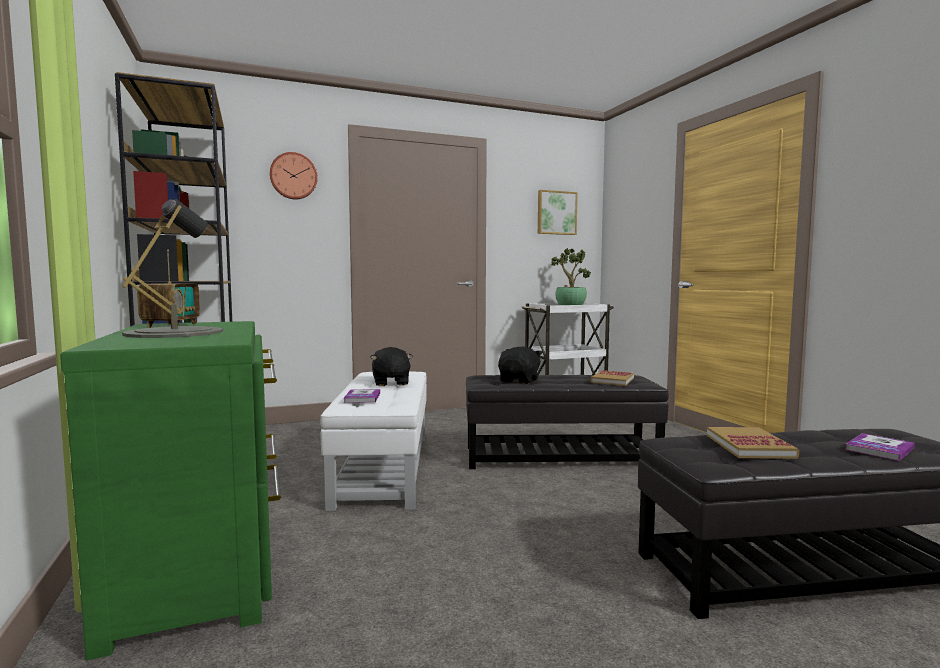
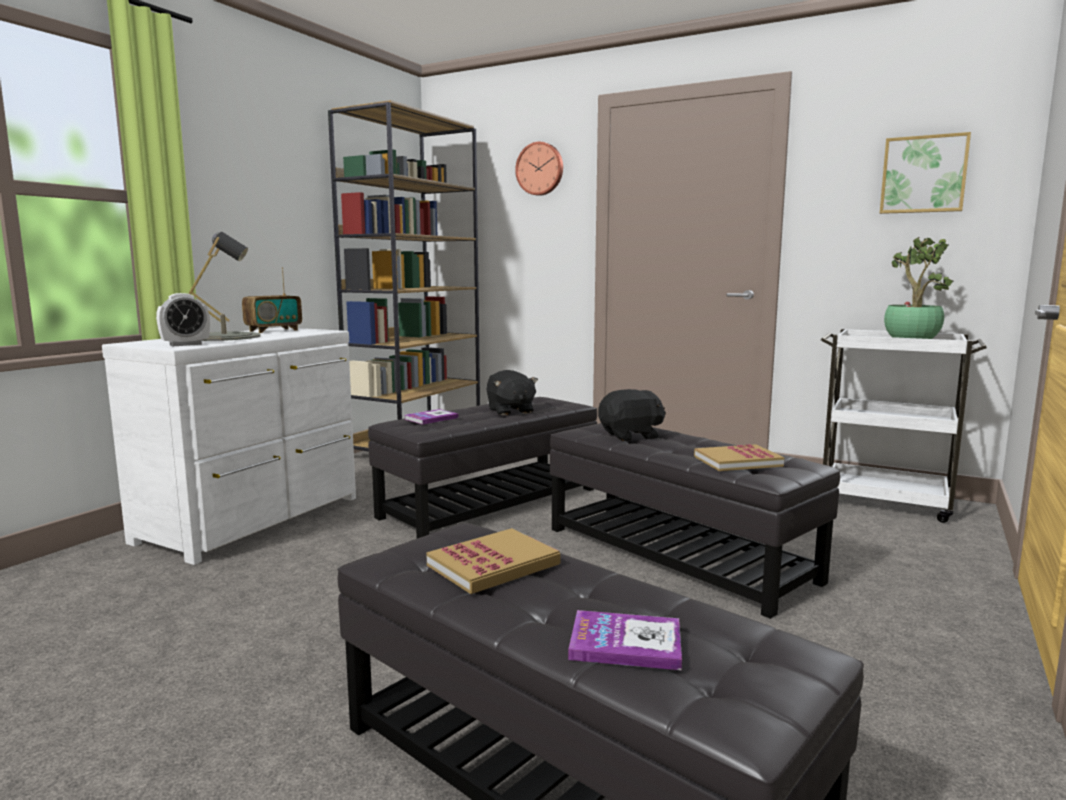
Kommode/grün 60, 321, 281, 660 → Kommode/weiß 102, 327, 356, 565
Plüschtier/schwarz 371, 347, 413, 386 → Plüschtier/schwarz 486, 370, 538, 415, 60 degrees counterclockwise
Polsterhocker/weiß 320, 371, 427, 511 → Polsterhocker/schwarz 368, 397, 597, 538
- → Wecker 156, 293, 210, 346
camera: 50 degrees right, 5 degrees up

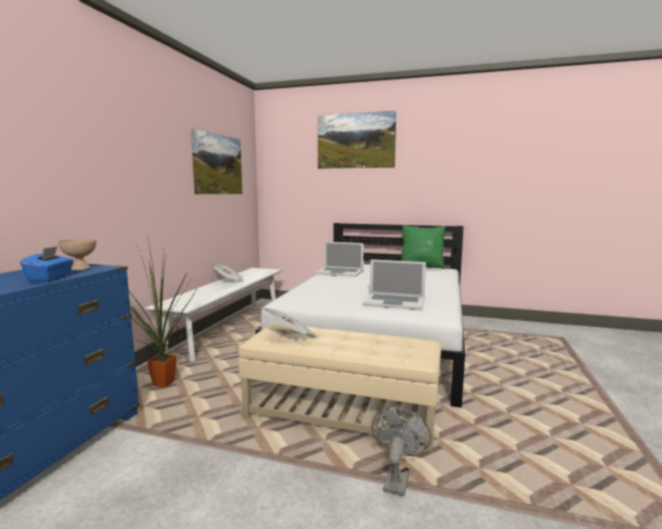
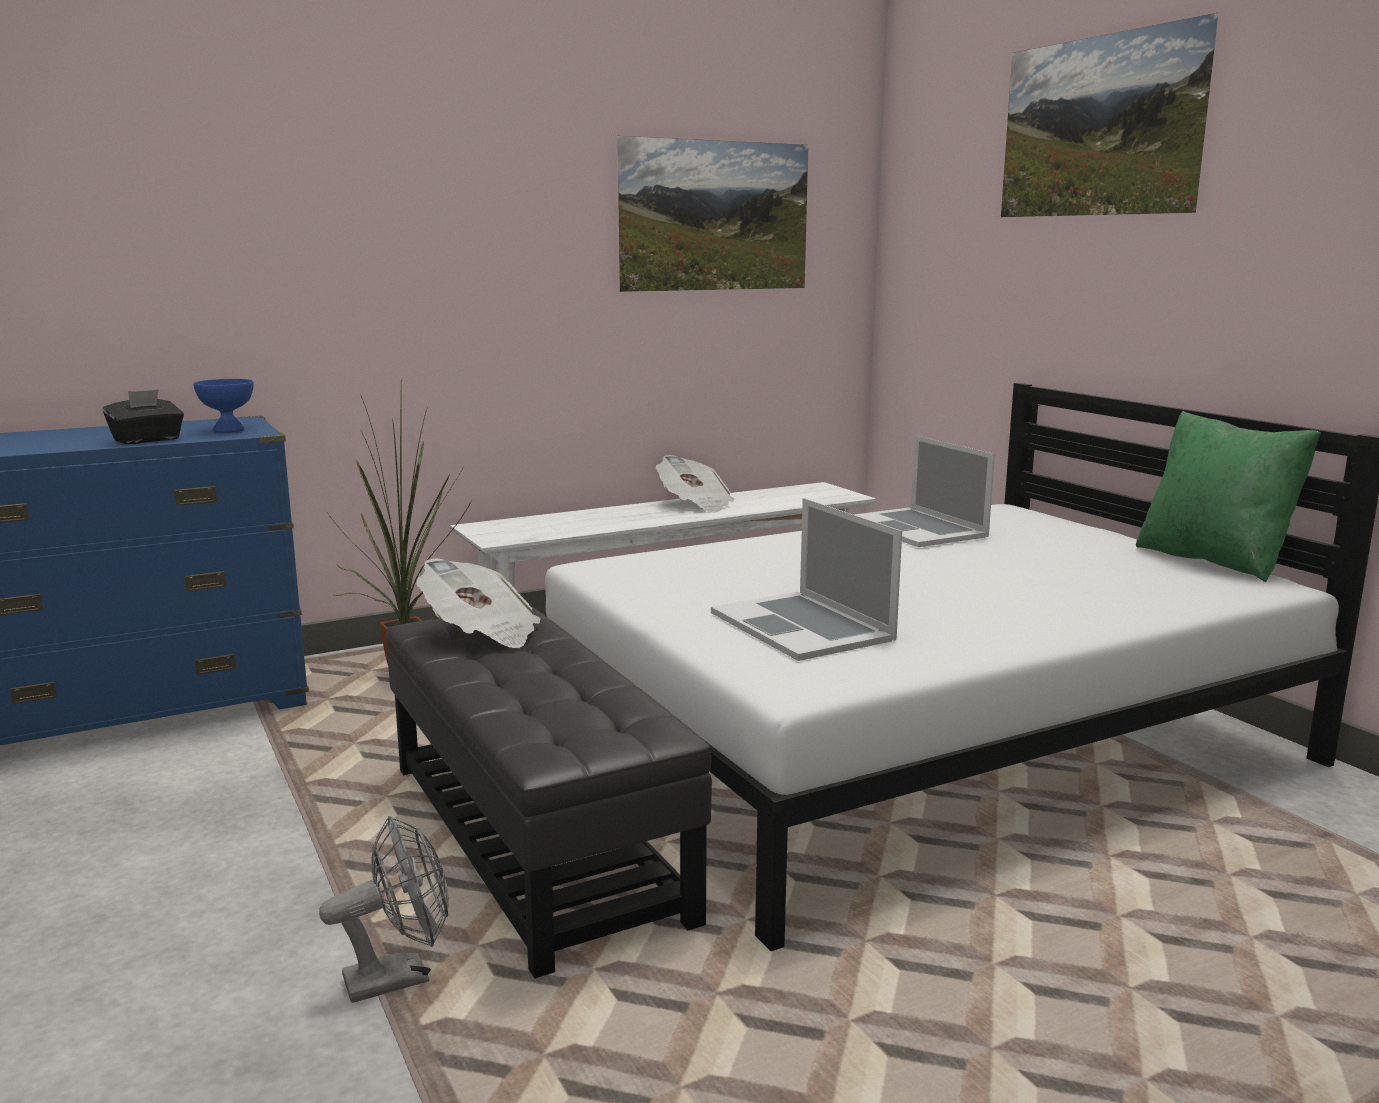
Schüssel/beige 58, 239, 97, 270 → Schüssel/blau 193, 379, 254, 433
Taschentuchbox/blau 20, 246, 74, 282 → Taschentuchbox/schwarz 103, 389, 184, 444
Polsterhocker/beige 238, 324, 441, 451 → Polsterhocker/schwarz 386, 607, 712, 979
camera: 45 degrees right, 5 degrees up

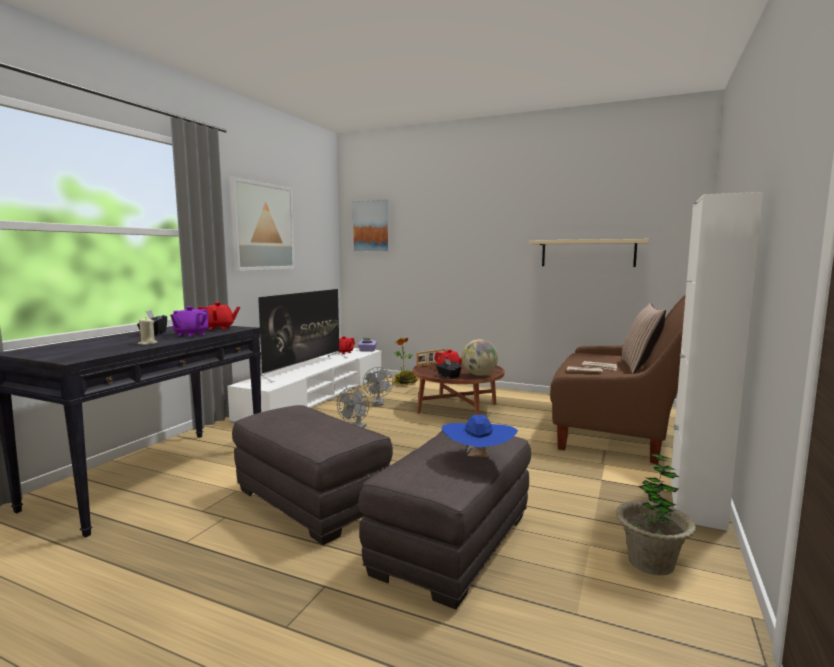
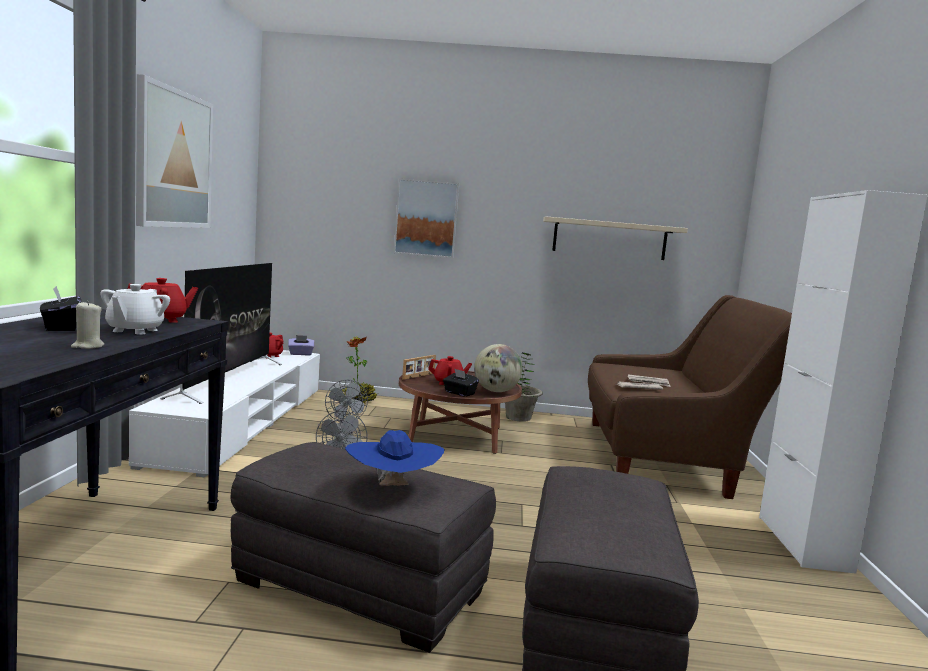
Bild 352, 199, 390, 252 → Bild 394, 179, 459, 258, relocated
Kissen 622, 303, 666, 374 → -
Teekanne/lila 170, 306, 209, 337 → Teekanne/weiß 100, 284, 170, 335
Hut/blau 441, 415, 518, 457 → Hut/blau 345, 430, 445, 486, relocated
Topfpflanze 616, 454, 696, 575 → Topfpflanze 505, 353, 543, 422, relocated
camera: 20 degrees left, 0 degrees up

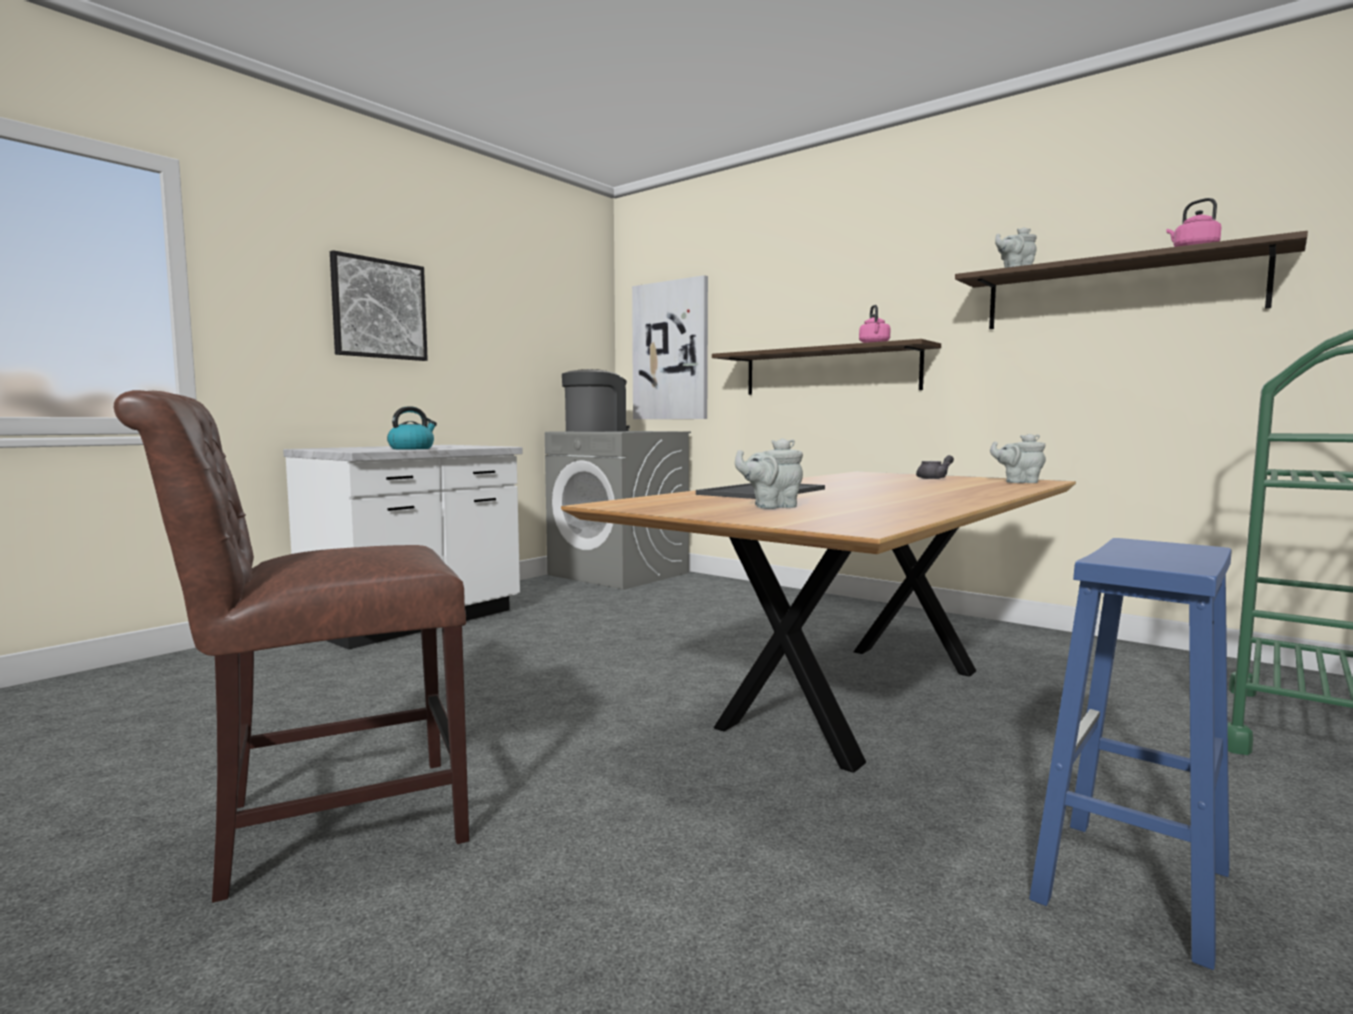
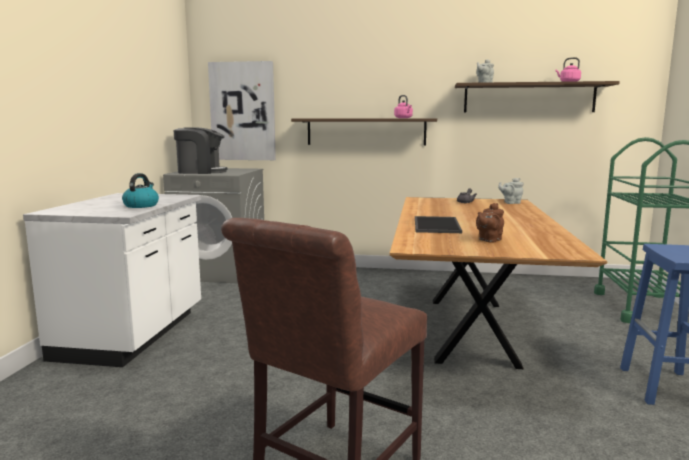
Bild 330, 250, 428, 361 → -
Kaffeemaschine 562, 369, 630, 432 → Kaffeemaschine 174, 128, 228, 174, 75 degrees clockwise
Teekanne/grau 735, 438, 803, 509 → Teekanne/braun 476, 203, 504, 243
camera: 30 degrees left, 5 degrees up

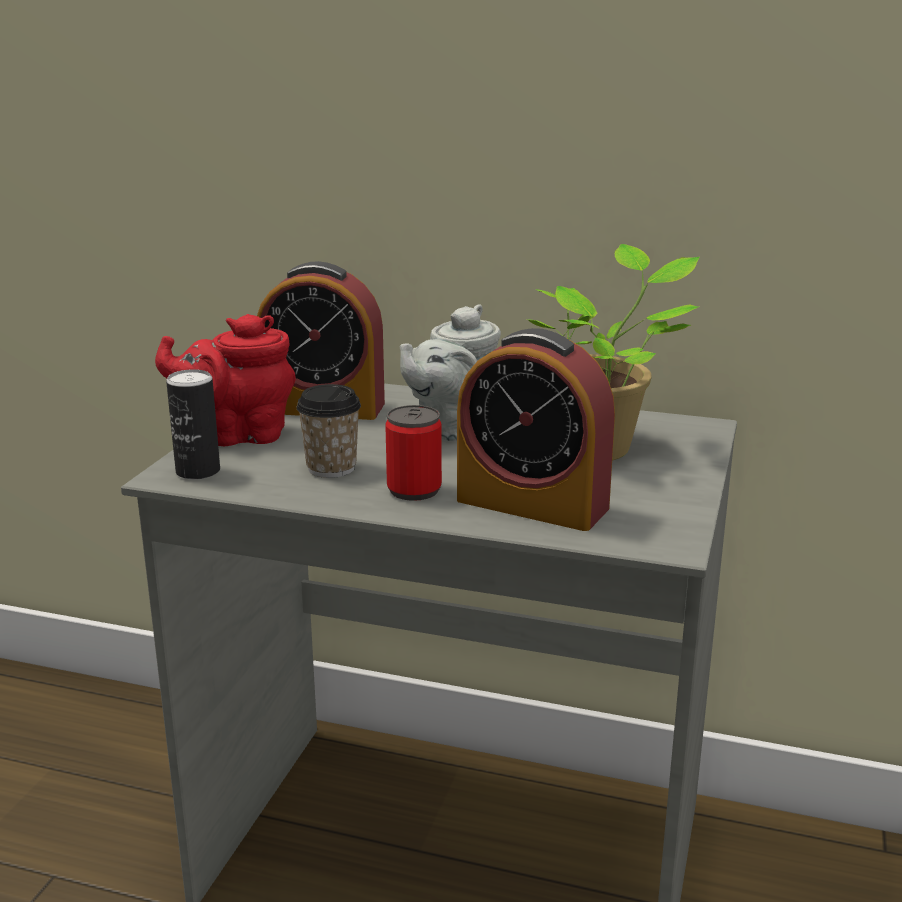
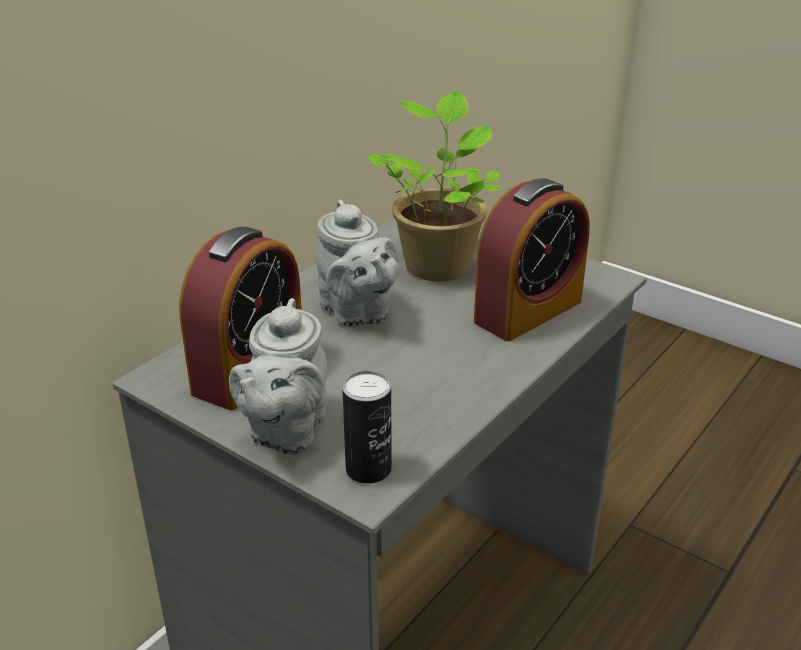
Teekanne/rot 155, 314, 296, 446 → Teekanne/grau 229, 298, 327, 455
Tasse 296, 384, 361, 478 → -
Dose 385, 405, 442, 501 → -
camera: 70 degrees left, 10 degrees up

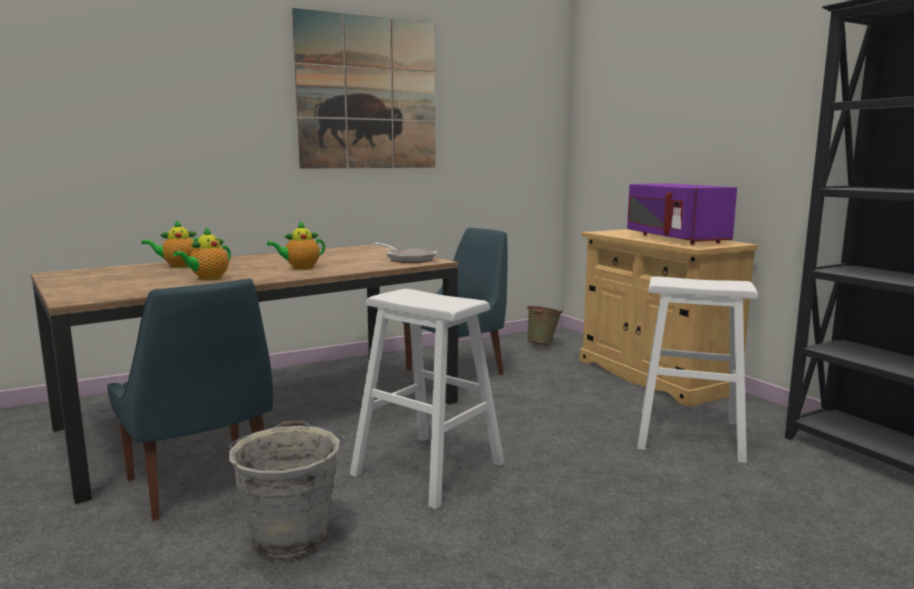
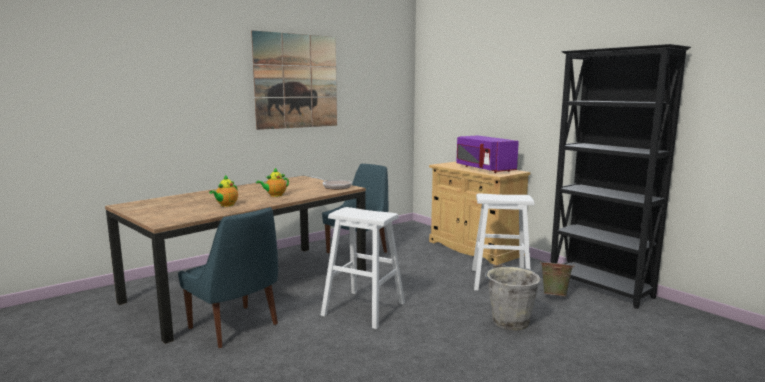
Teekanne 142, 220, 199, 268 → -
Eimer/grün 526, 305, 563, 346 → Eimer/grün 540, 261, 574, 297, relocated
Eimer/grau 229, 421, 346, 562 → Eimer/grau 485, 265, 541, 331, relocated
camera: 10 degrees left, 0 degrees up

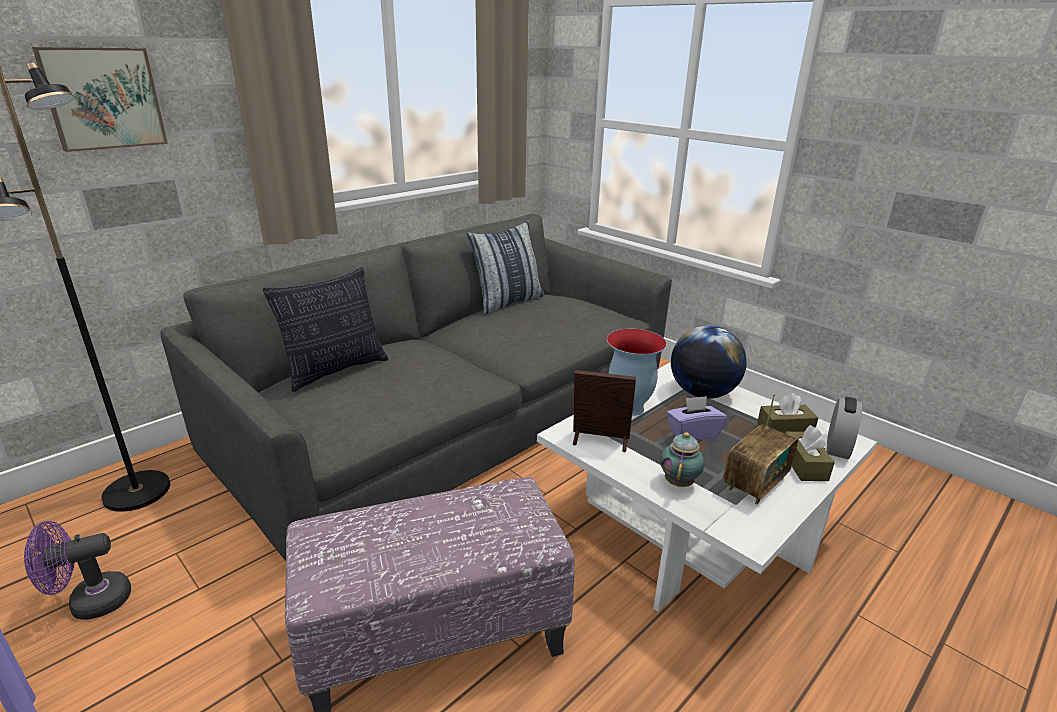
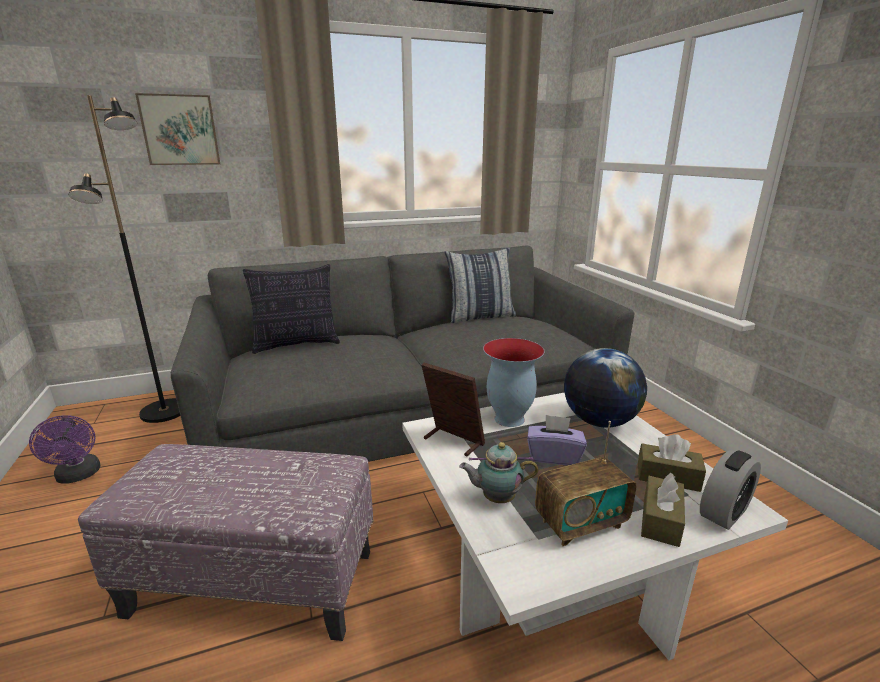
Teekanne 660, 431, 704, 487 → Teekanne 459, 442, 538, 503, 135 degrees counterclockwise
Ventilator/lila 24, 521, 131, 620 → Ventilator/lila 29, 415, 100, 484, 120 degrees counterclockwise
camera: 25 degrees right, 5 degrees down

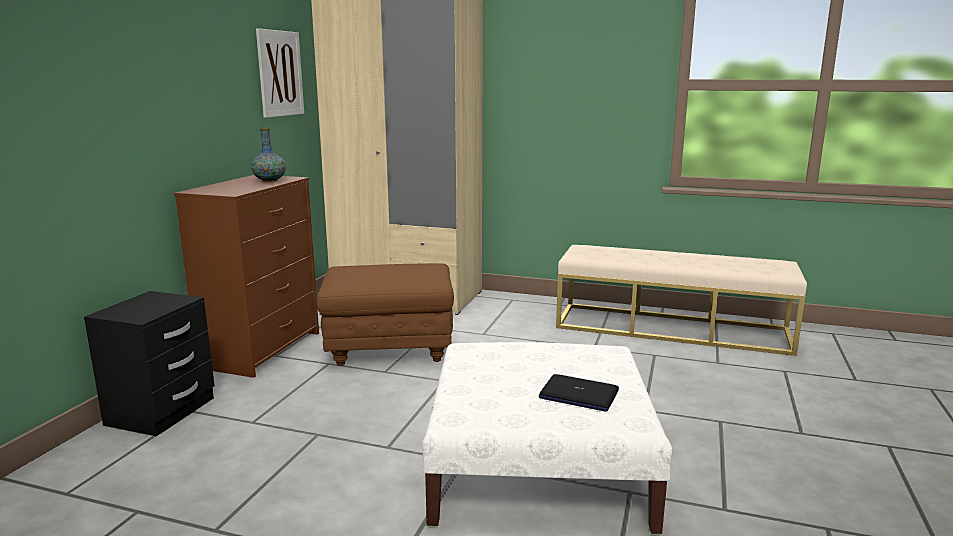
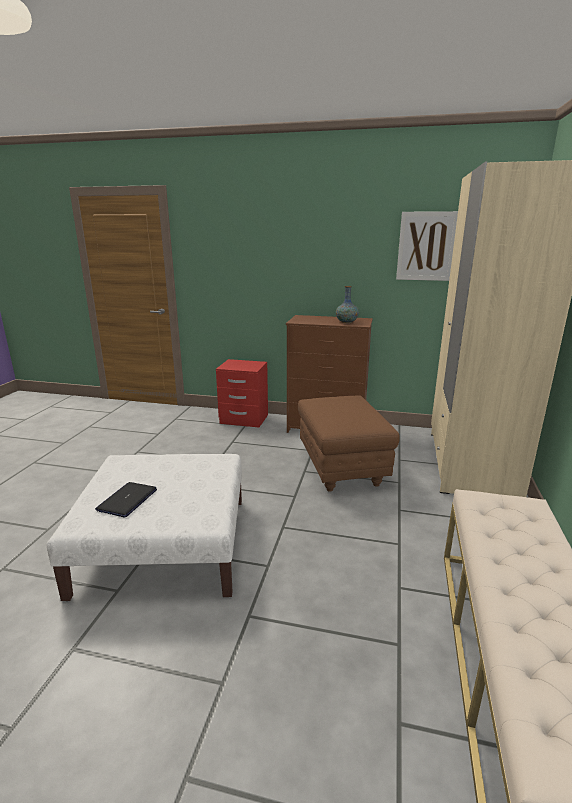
Nachttisch/schwarz 84, 291, 215, 436 → Nachttisch/rot 216, 359, 268, 428
camera: 85 degrees right, 5 degrees up

